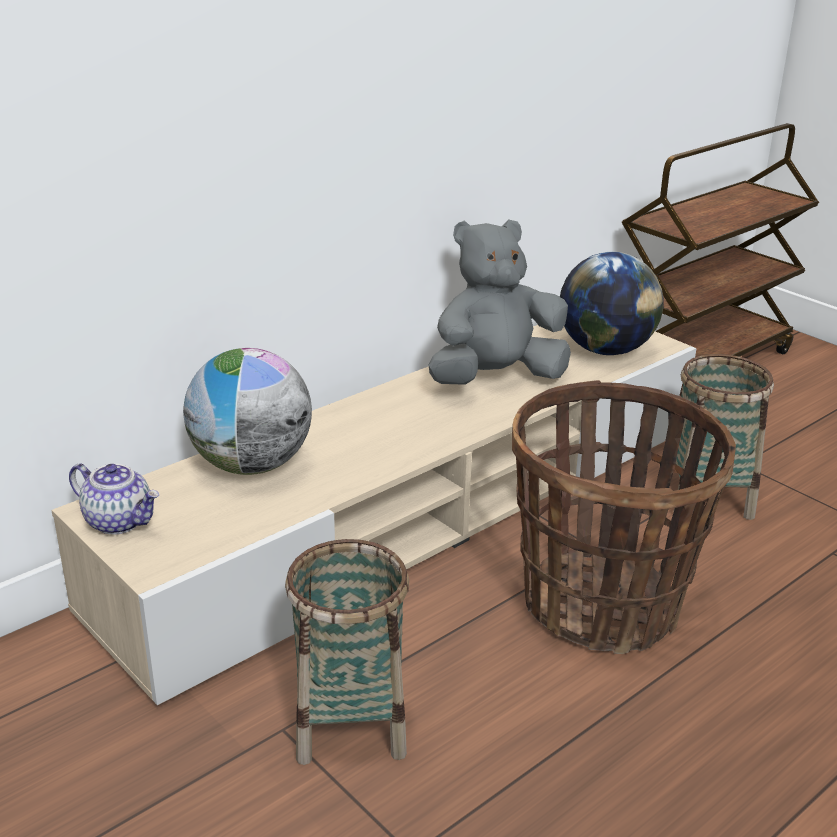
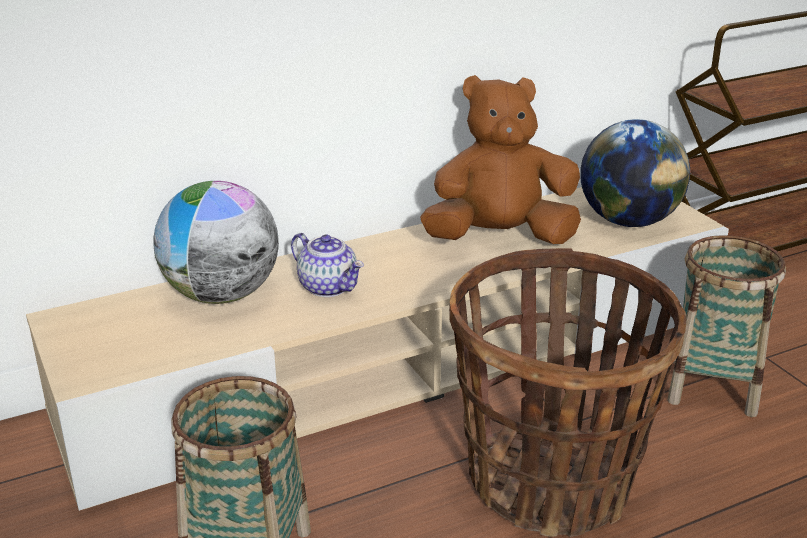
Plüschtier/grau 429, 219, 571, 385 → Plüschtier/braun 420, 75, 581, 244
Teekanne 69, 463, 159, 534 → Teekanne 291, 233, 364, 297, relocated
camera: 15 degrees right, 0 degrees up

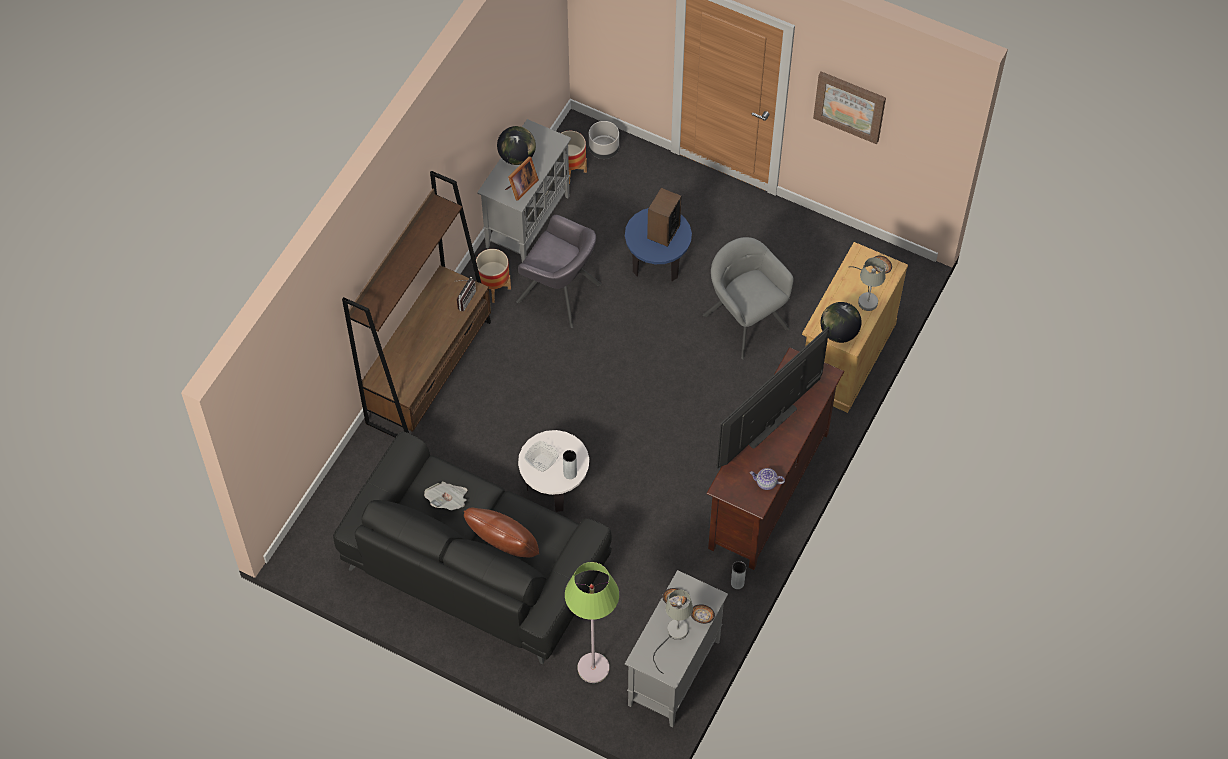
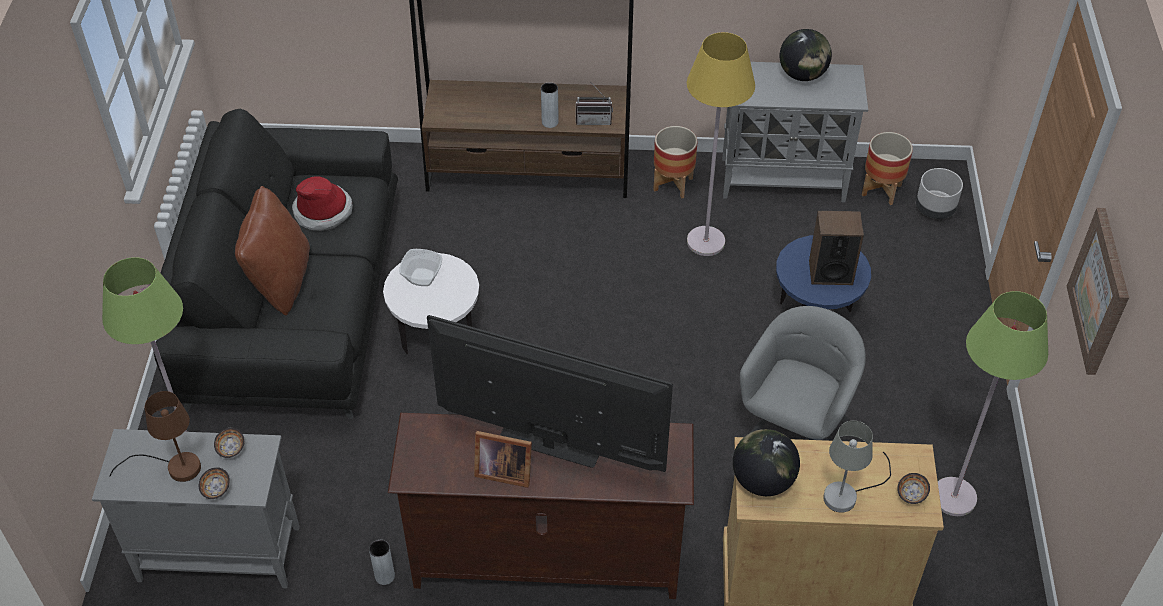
Bilderrahmen 505, 156, 539, 201 → Bilderrahmen 474, 431, 532, 488, relocated
Sessel/grau 516, 215, 601, 328 → Stehlampe/gelb 687, 32, 755, 256
Vase/grau 563, 450, 577, 479 → Vase/grau 541, 82, 559, 128, relocated
Teekanne 750, 468, 785, 490 → -
Zeitung 424, 481, 467, 510 → Hut 292, 176, 353, 231
Tischlampe/grau 653, 589, 693, 674 → Tischlampe/braun 109, 391, 201, 482
- → Stehlampe/grün 938, 291, 1048, 516
camera: 65 degrees right, 10 degrees down

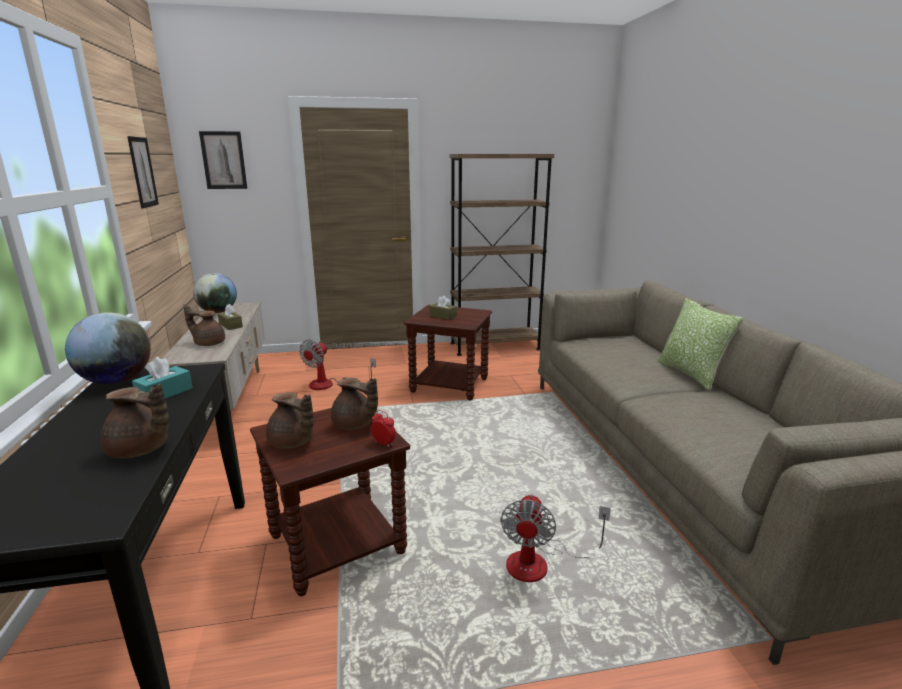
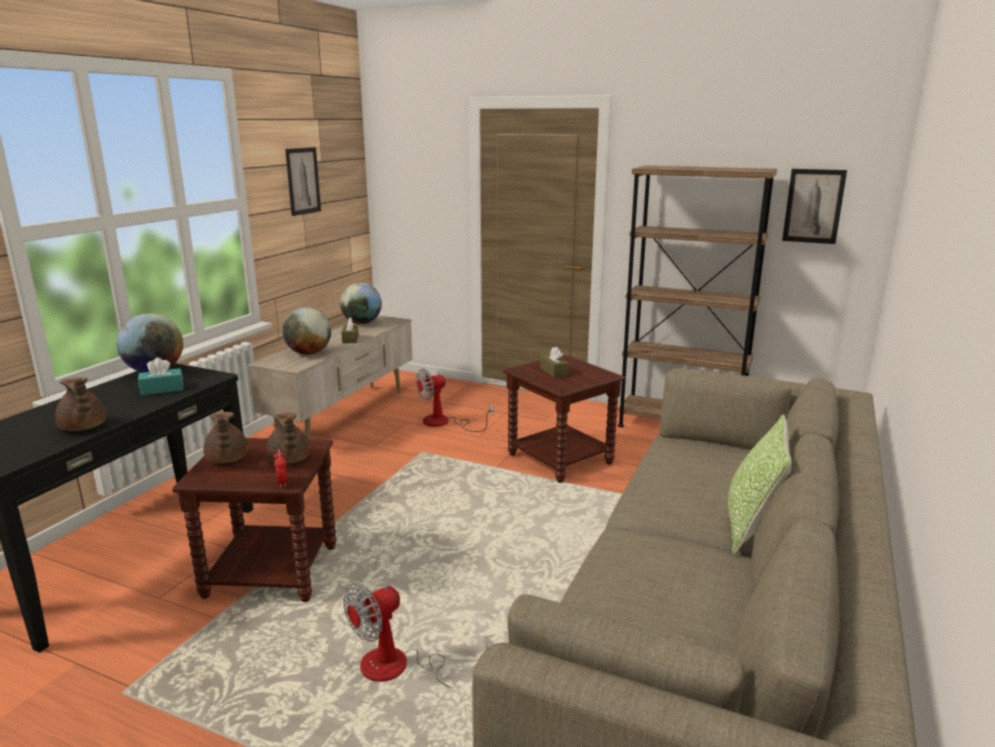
Bild 199, 131, 247, 189 → Bild 782, 169, 847, 244, relocated
Teekanne/braun 183, 305, 225, 346 → Globus 282, 307, 331, 355
camera: 35 degrees right, 0 degrees up

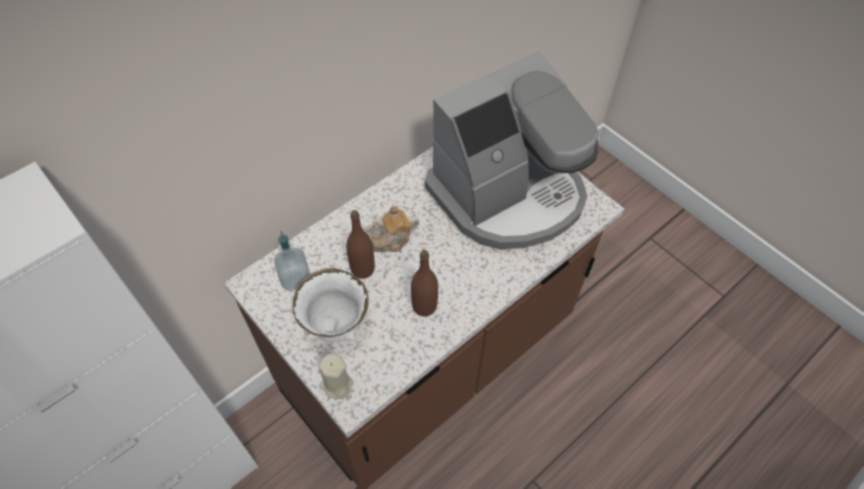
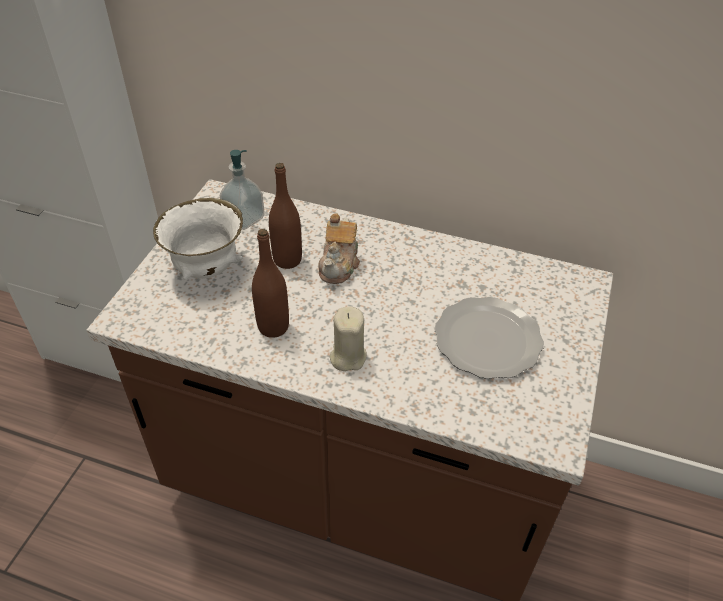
Kaffeemaschine 425, 51, 599, 249 → Teller 434, 297, 544, 379
Teekanne 362, 206, 419, 252 → Teekanne 318, 213, 360, 284, 120 degrees counterclockwise
Kerze/beige 319, 353, 354, 399 → Kerze/beige 330, 306, 367, 371, relocated
camera: 60 degrees right, 10 degrees down

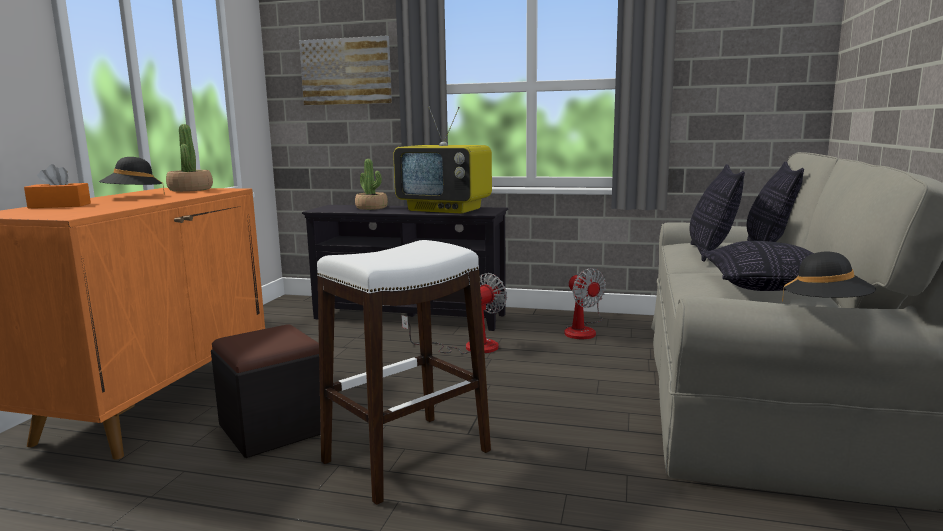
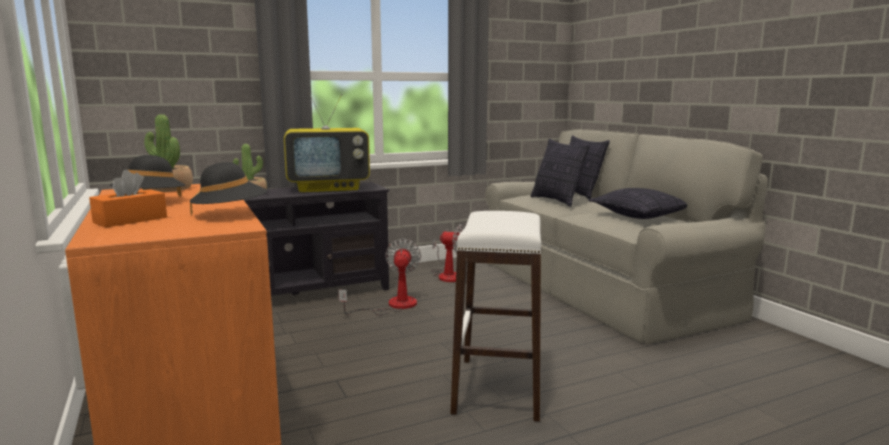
Bild 299, 36, 392, 106 → -
Hut/schwarz 782, 252, 876, 302 → Hut/schwarz 190, 162, 267, 216, relocated
Polsterhocker/schwarz 211, 324, 321, 458 → -
camera: 40 degrees left, 0 degrees up

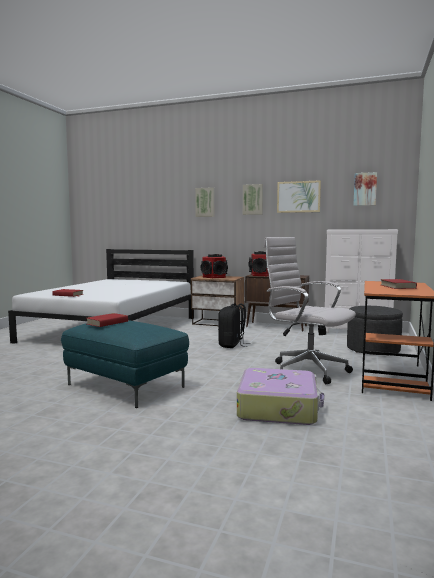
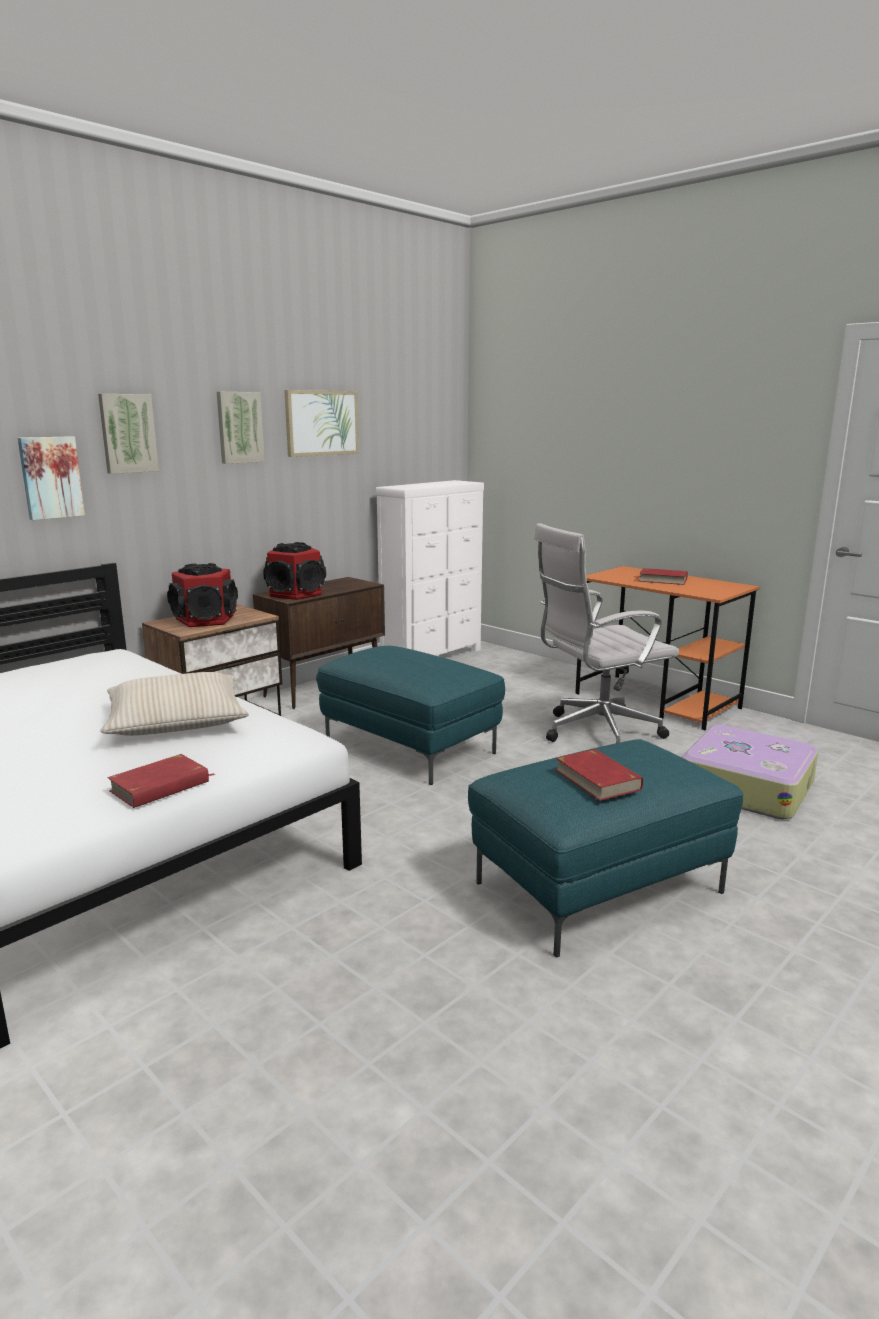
Bild 353, 172, 377, 206 → Bild 18, 436, 85, 520, relocated
Rucksack/schwarz 218, 303, 250, 348 → Polsterhocker/türkis 316, 646, 505, 785
Polsterhocker/grau 347, 306, 403, 355 → -
- → Kissen/beige 100, 672, 249, 736
camera: 65 degrees left, 10 degrees up

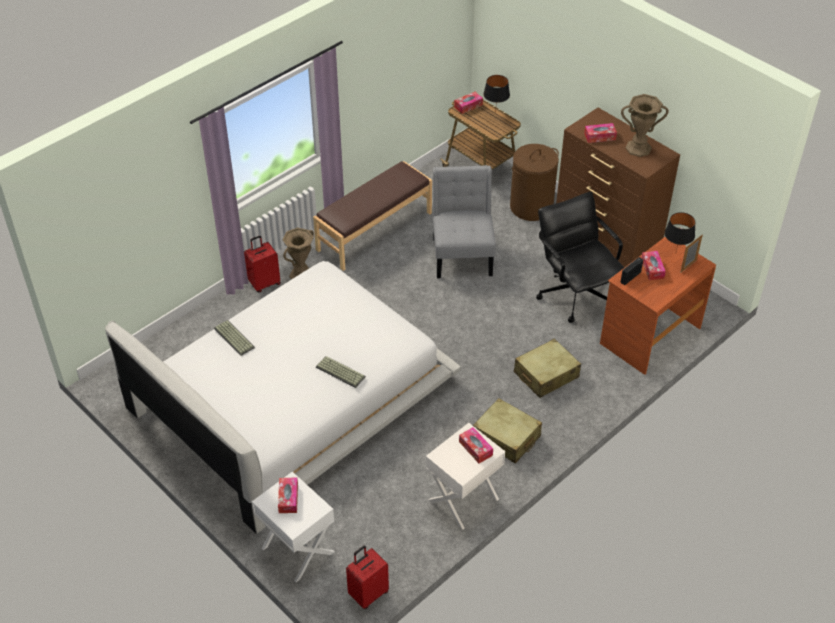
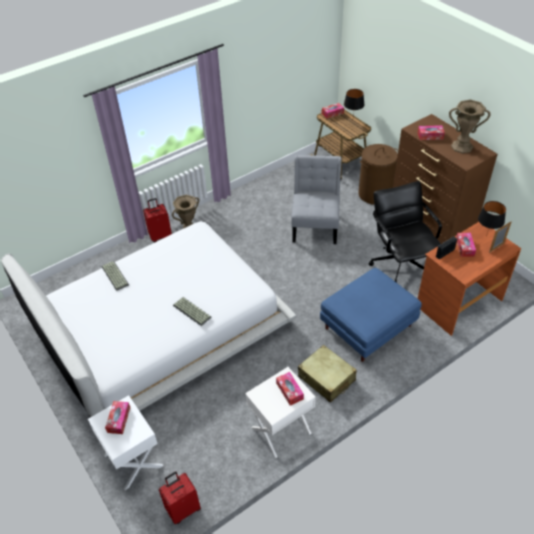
Bank/braun 313, 161, 432, 271 → -
Koffer/beige 514, 339, 581, 398 → Polsterhocker/blau 320, 268, 422, 362
camera: 10 degrees right, 0 degrees up

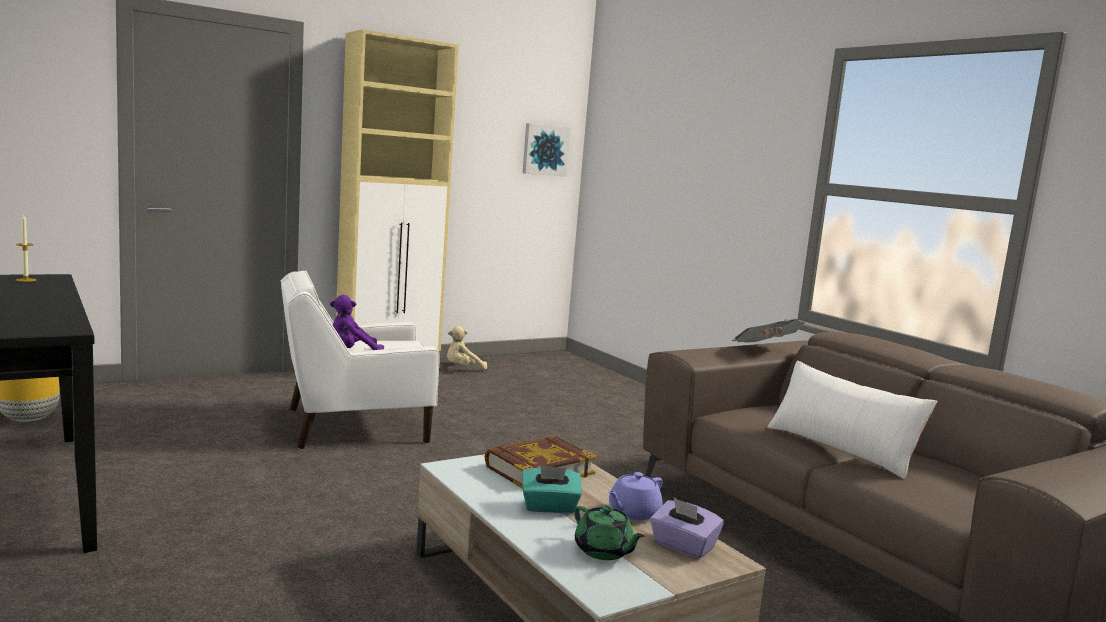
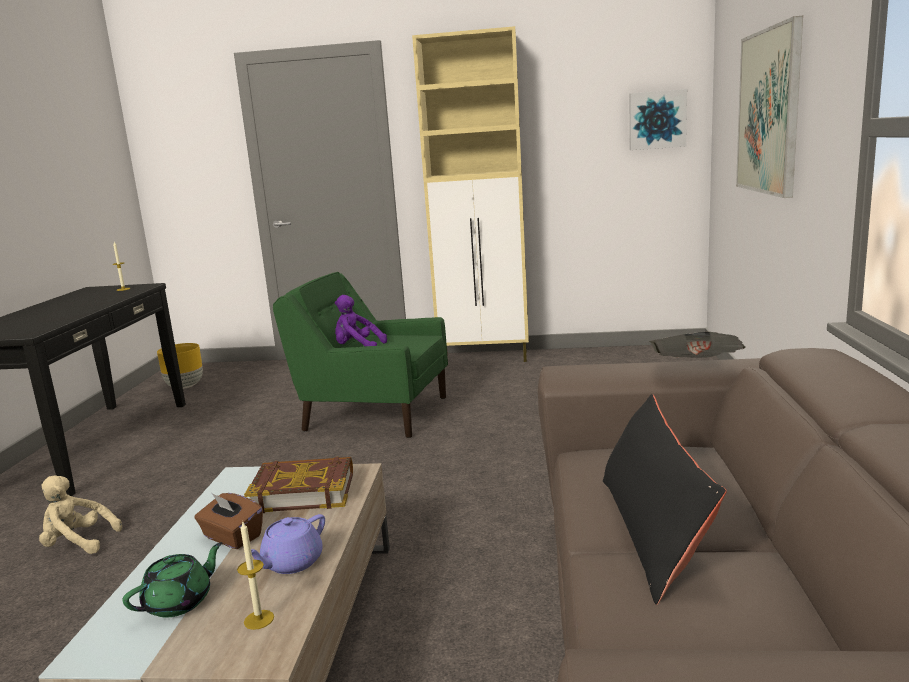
Sessel/weiß 281, 270, 440, 449 → Sessel/grün 273, 272, 448, 438
Plüschtier/beige 447, 326, 487, 369 → Plüschtier/beige 39, 475, 122, 554, relocated
Kissen/weiß 767, 361, 937, 479 → Kissen/schwarz 603, 394, 727, 605
Taschentuchbox/türkis 522, 465, 582, 514 → Taschentuchbox/braun 194, 493, 263, 549
Teekanne/lila 608, 472, 663, 520 → Teekanne/lila 244, 514, 325, 574, 45 degrees counterclockwise
Taschentuchbox/lila 650, 498, 724, 559 → Kerze 237, 522, 274, 630
Teekanne/grün 574, 506, 645, 560 → Teekanne/grün 123, 542, 223, 617, 135 degrees counterclockwise
- → Bild 736, 16, 803, 198
camera: 40 degrees right, 5 degrees up

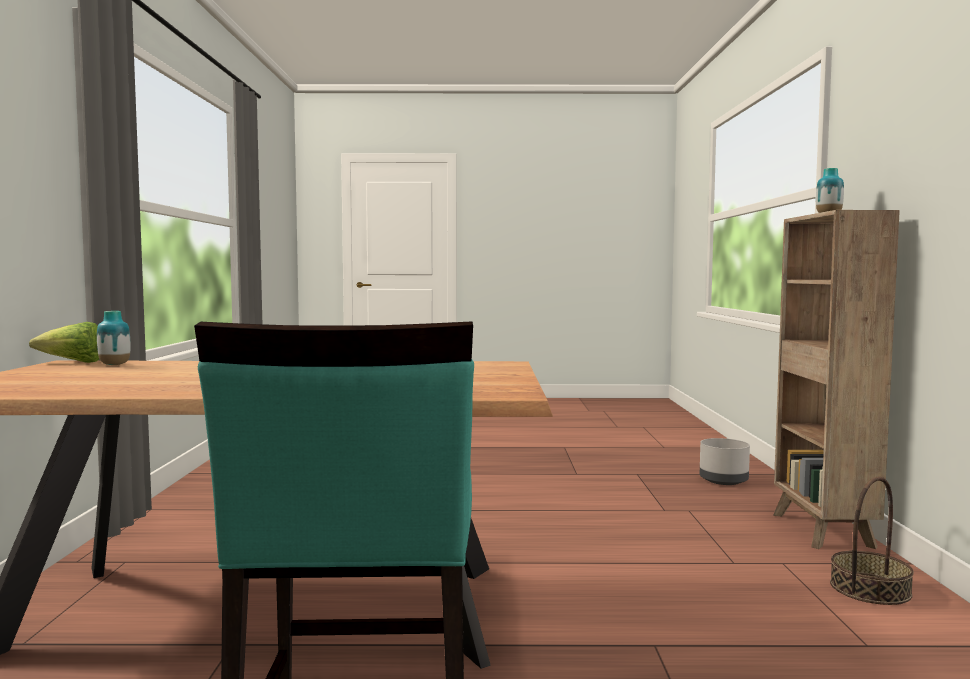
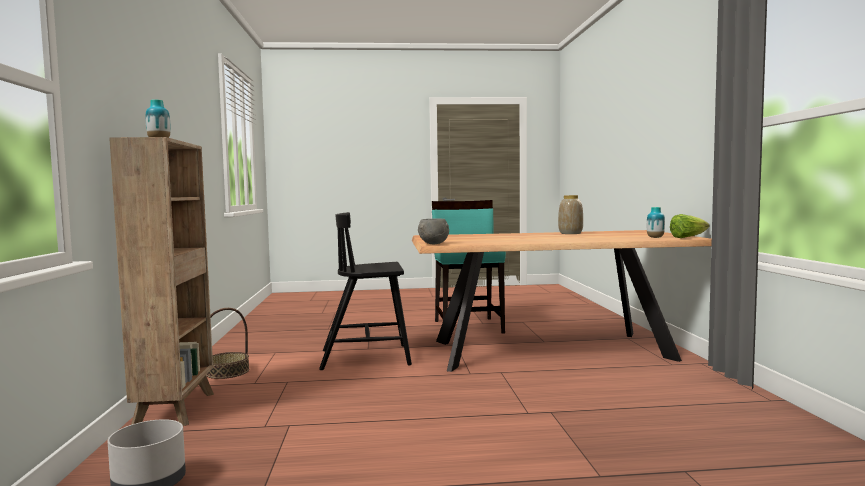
- → Vase 558, 195, 583, 234
- → Stuhl/schwarz 319, 212, 412, 370
- → Schüssel/grau 418, 219, 449, 244
camera: 175 degrees right, 0 degrees up

